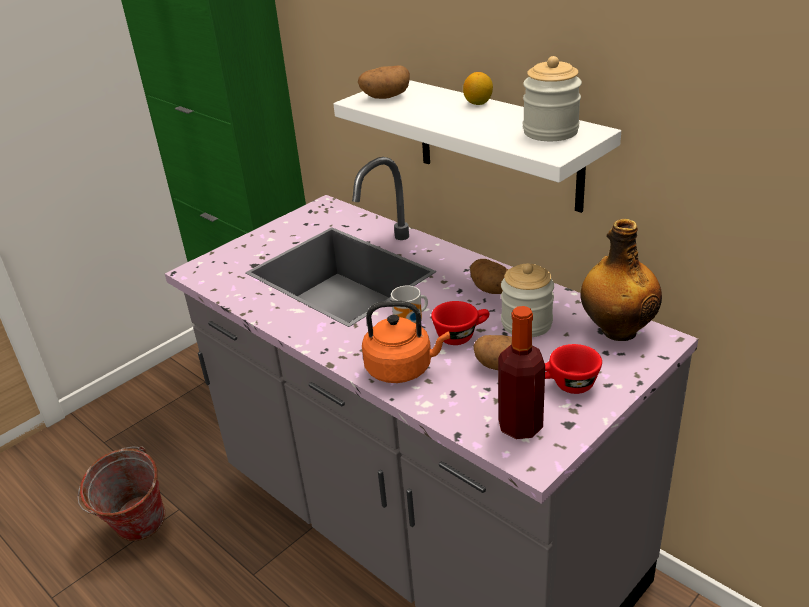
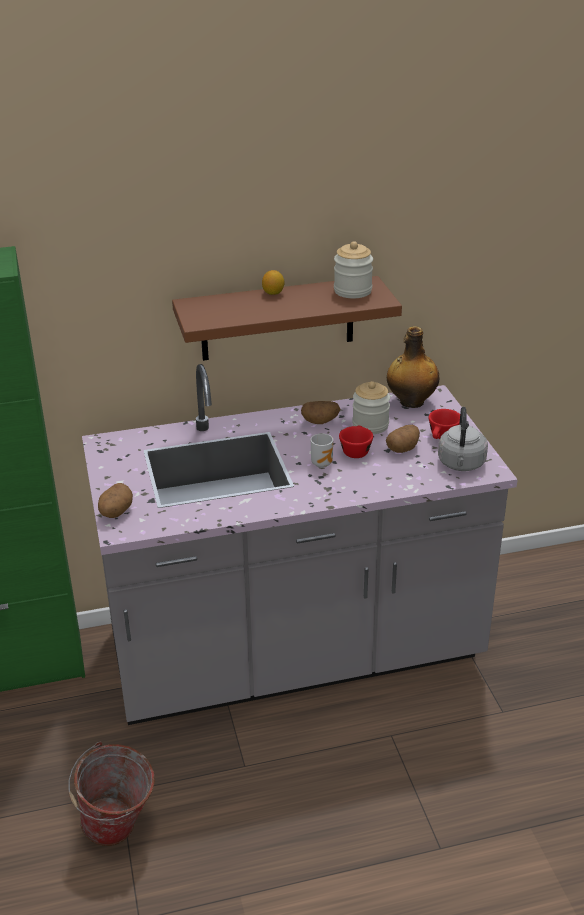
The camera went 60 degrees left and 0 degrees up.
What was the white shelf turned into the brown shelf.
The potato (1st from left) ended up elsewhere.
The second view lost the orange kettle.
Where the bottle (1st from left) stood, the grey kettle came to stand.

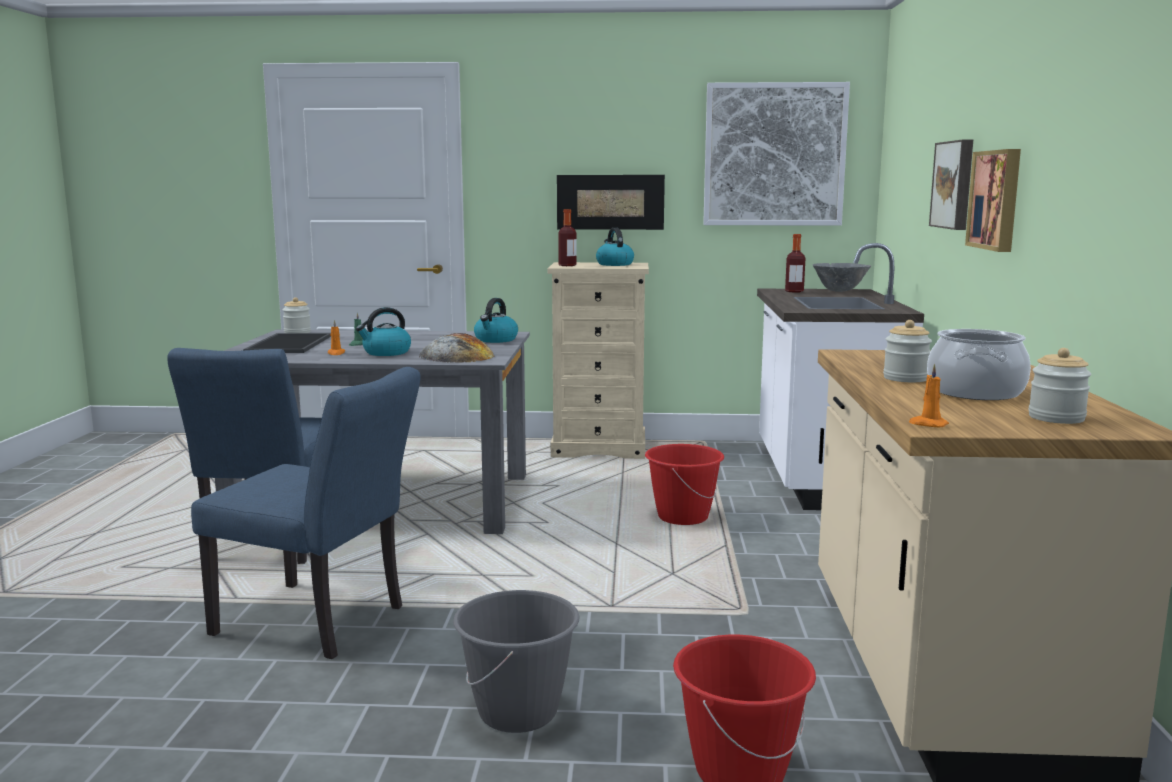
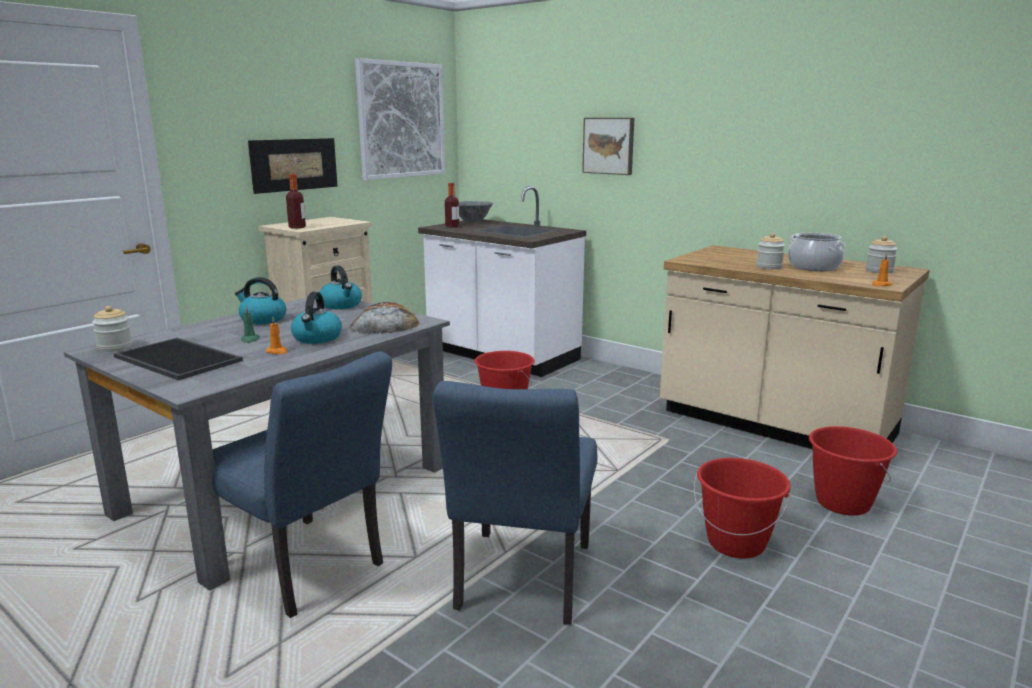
The camera went 55 degrees left and 5 degrees up.
The blue chair (2nd from left) ended up facing another way, 135 degrees clockwise from before.
What was the grey bucket turned into the red bucket (2nd from left).
The kettle (3rd from left in the first image) ended up elsewhere.
The second view lost the picture (4th from left).

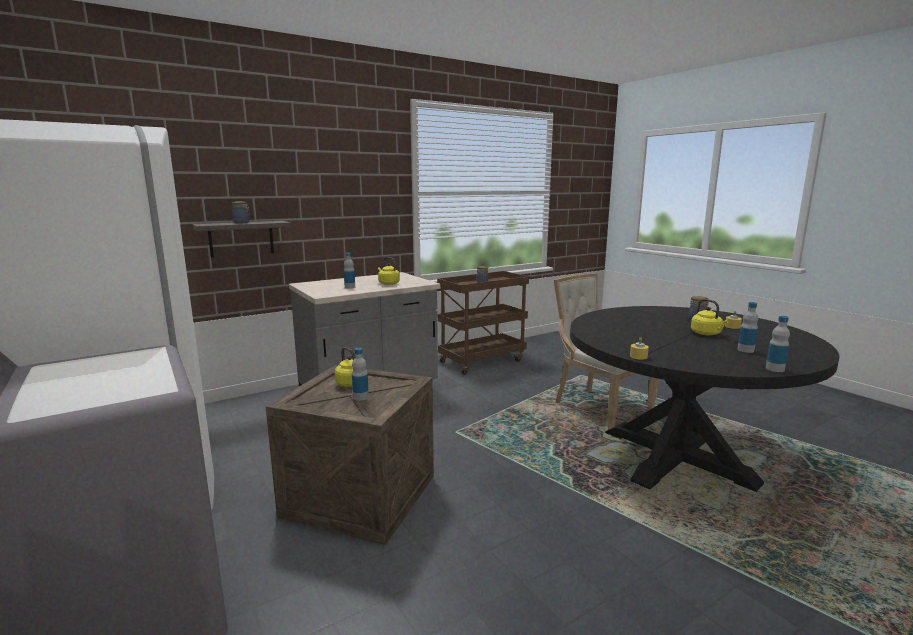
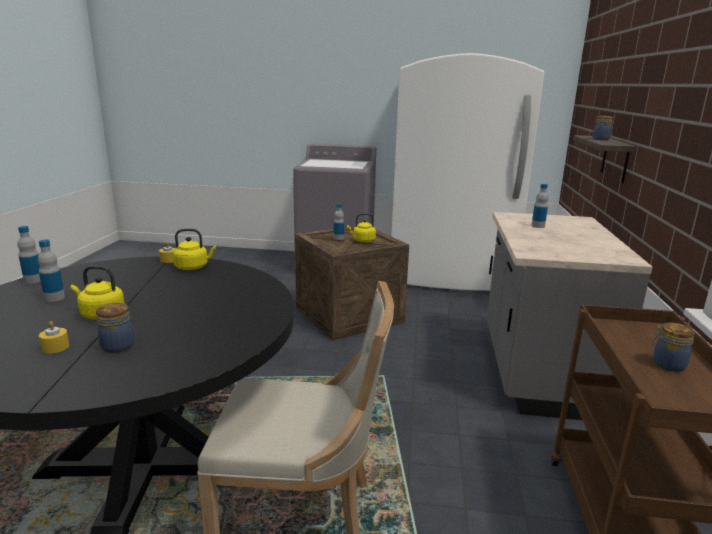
The camera went 130 degrees right and 5 degrees up.
The yellow kettle (2nd from left) ended up elsewhere.

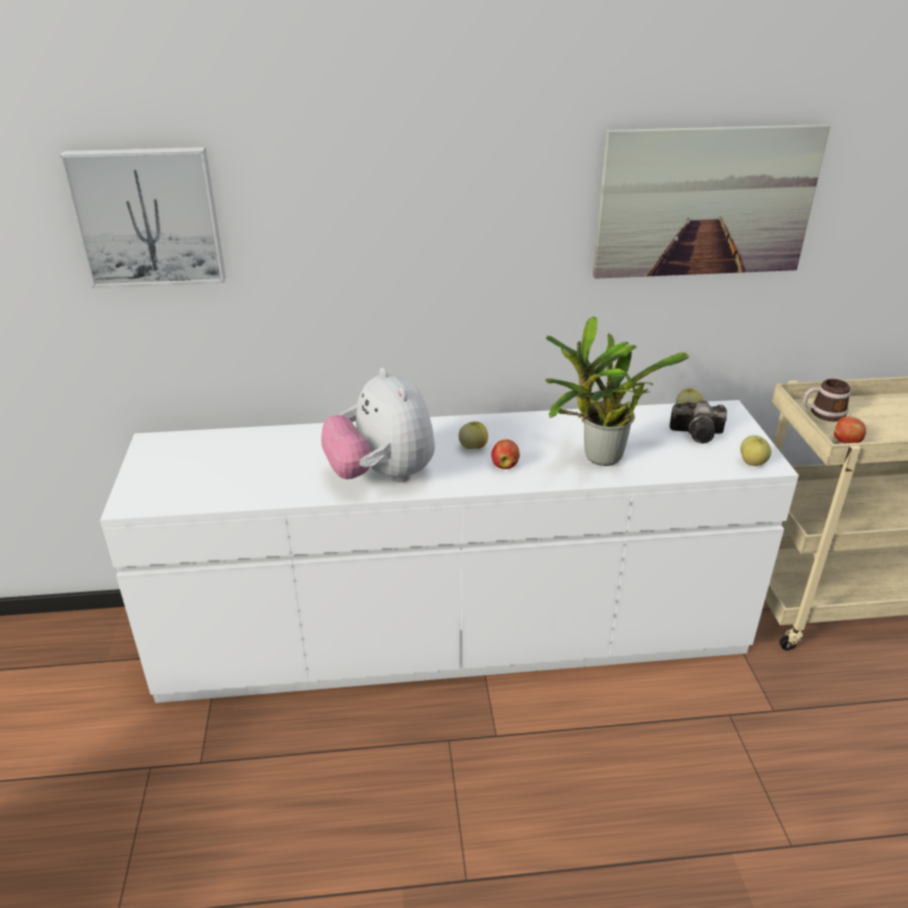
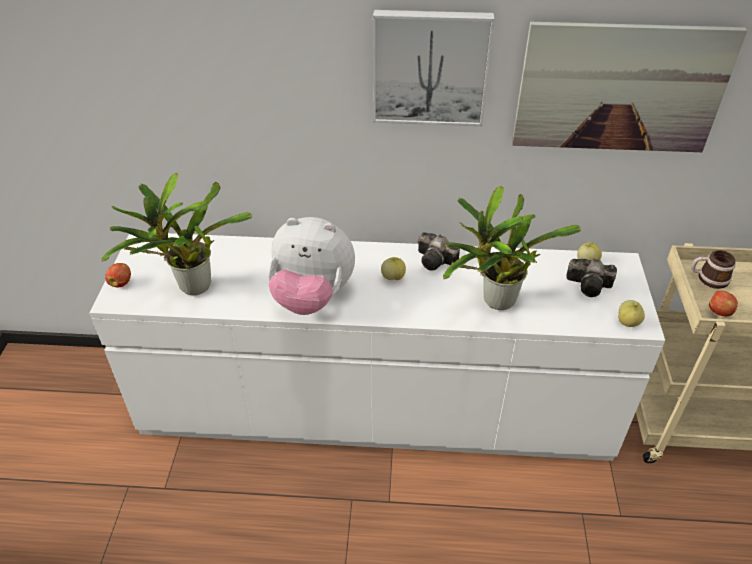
The camera went 10 degrees right and 10 degrees up.
The picture (1st from left) ended up elsewhere.
The plush toy ended up facing another way, 60 degrees counterclockwise from before.
The apple (2nd from left in the first image) ended up elsewhere.
The second view gained the potted plant (1st from left).
The second view gained the photo camera (1st from left).

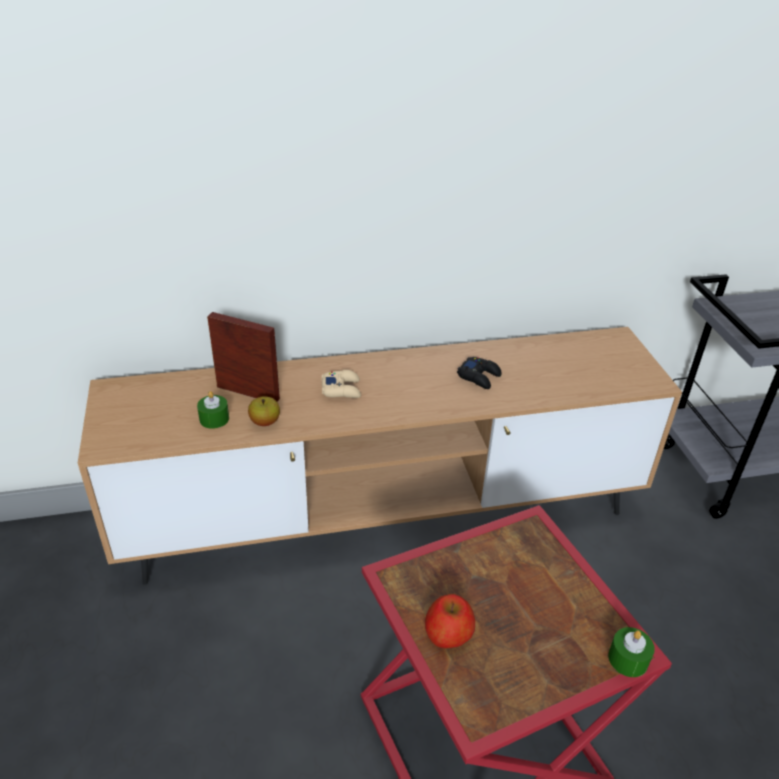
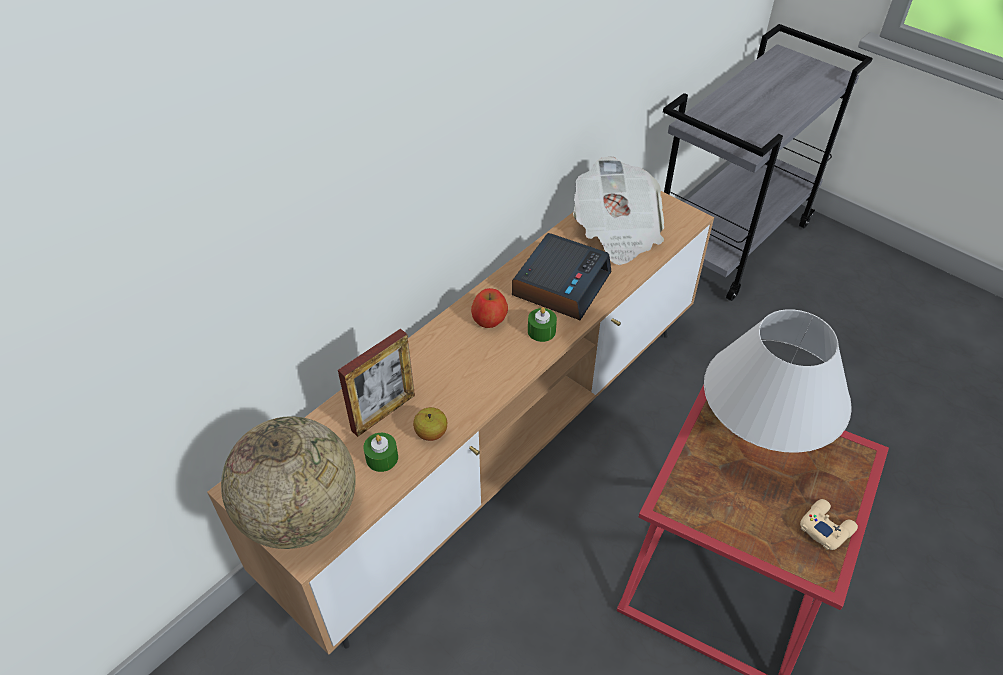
The camera went 35 degrees left and 10 degrees up.
The picture frame ended up facing another way, 150 degrees clockwise from before.
The beige game controller ended up elsewhere.
The apple (2nd from left) ended up elsewhere.
Where the black game controller stood, the alarm clock came to stand.
The green candle (2nd from left) ended up elsewhere.
The second view gained the globe.
The second view gained the newspaper.
The second view gained the white table lamp.

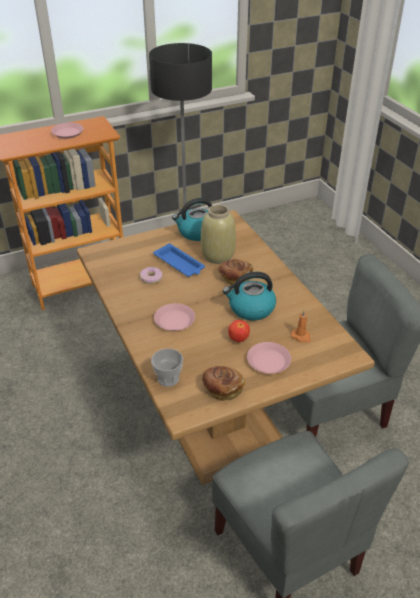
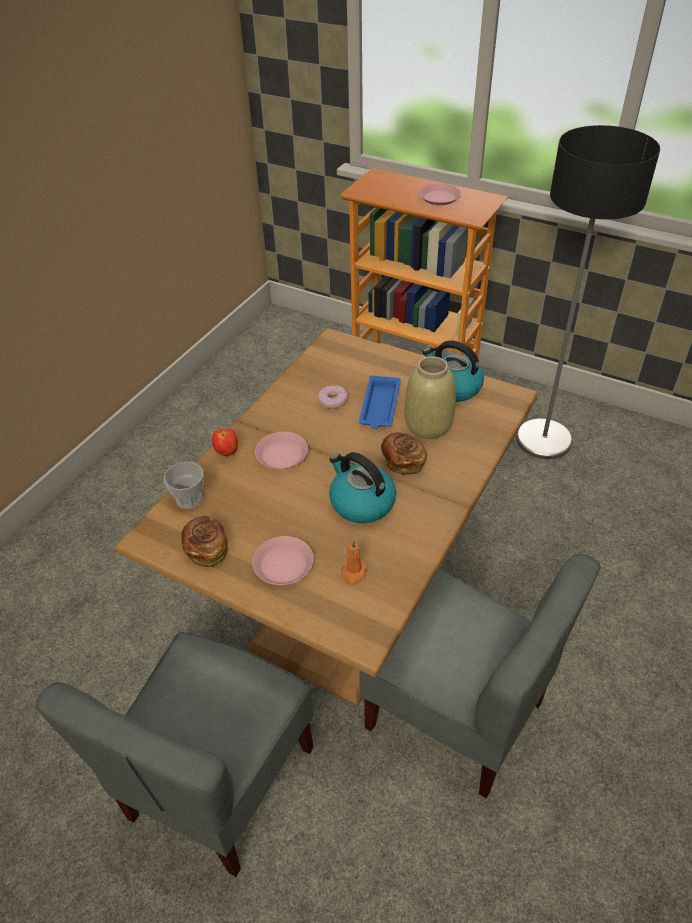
The camera went 55 degrees right and 5 degrees up.
The apple ended up elsewhere.

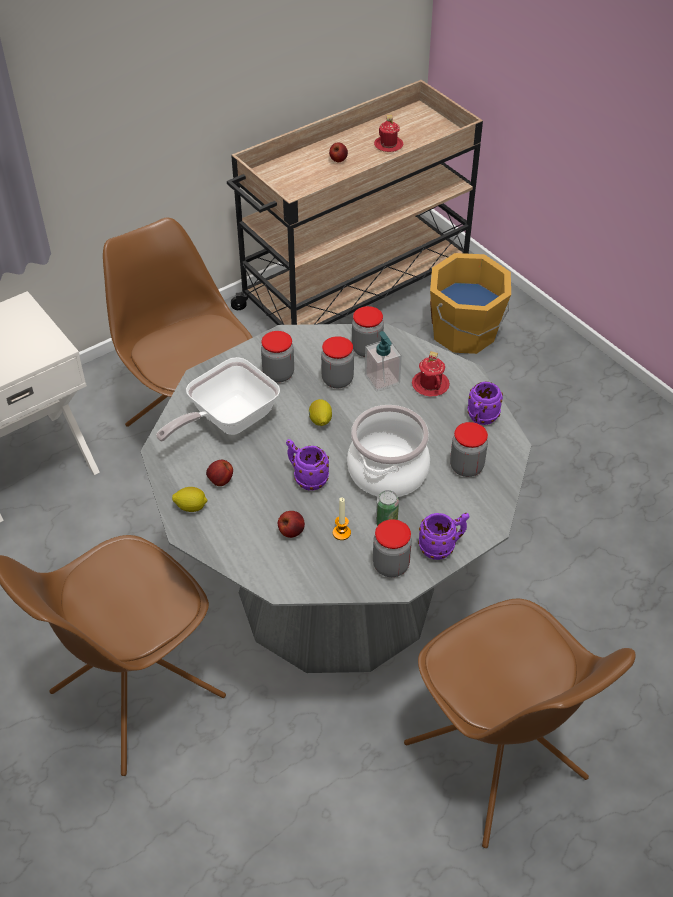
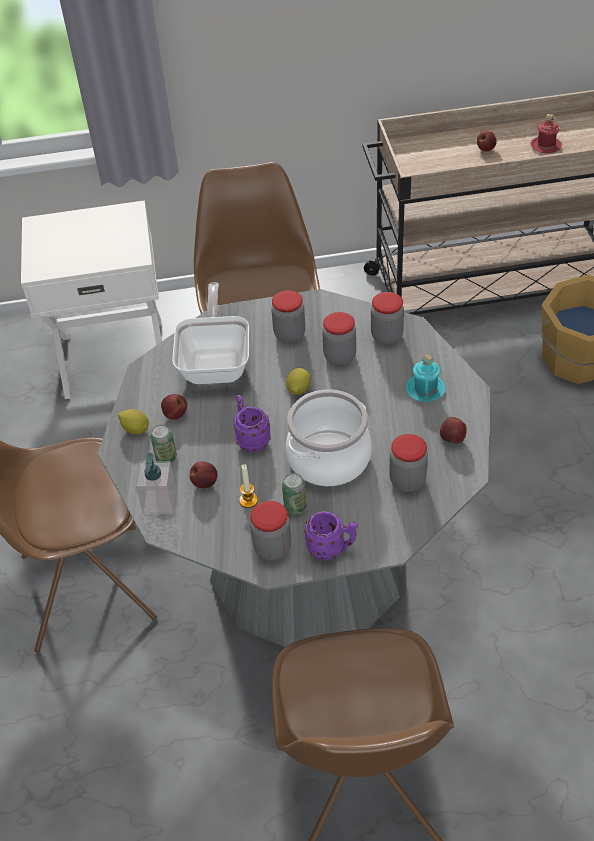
The camera went 30 degrees right and 0 degrees up.
The frying pan ended up facing another way, 105 degrees clockwise from before.
The soap dispenser ended up elsewhere.
What was the red mug (2nd from left) turned into the turquoise mug.
Where the purple mug (3rd from left) stood, the apple (3rd from left) came to stand.
The second view gained the can (1st from left).

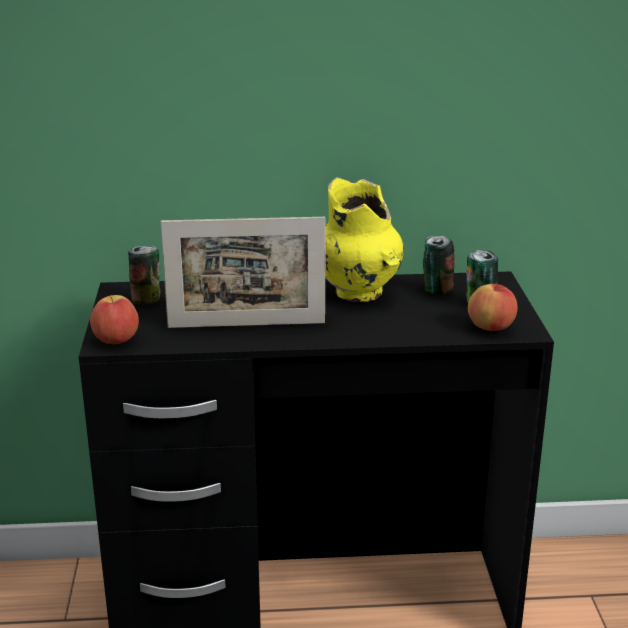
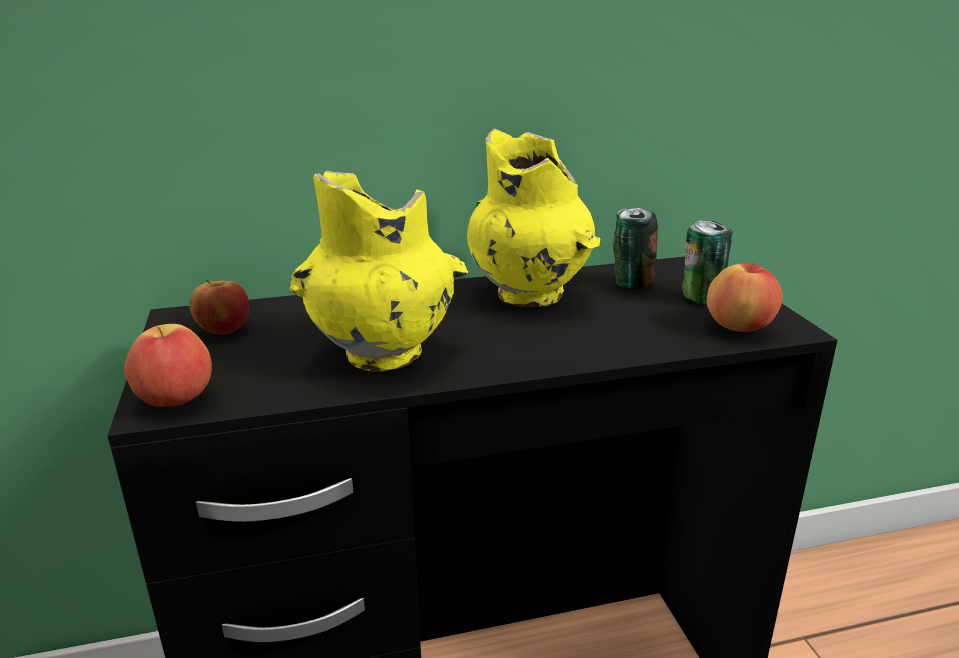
The camera went 10 degrees left and 0 degrees up.
Where the can (1st from left) stood, the apple (2nd from left) came to stand.
Where the picture frame stood, the yellow vase (1st from left) came to stand.

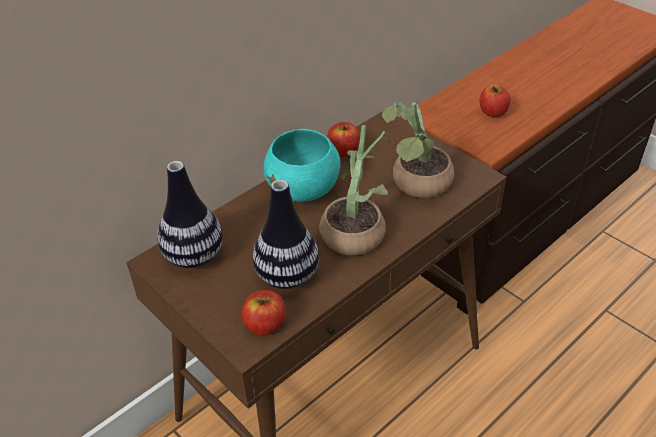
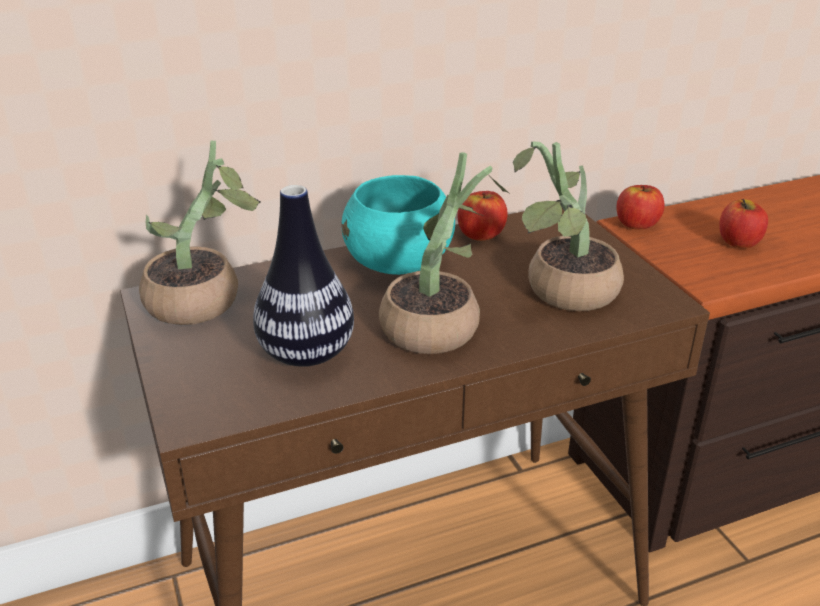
The camera went 20 degrees right and 10 degrees down.
Where the vase (1st from left) stood, the potted plant (1st from left) came to stand.
The apple (1st from left in the first image) ended up elsewhere.

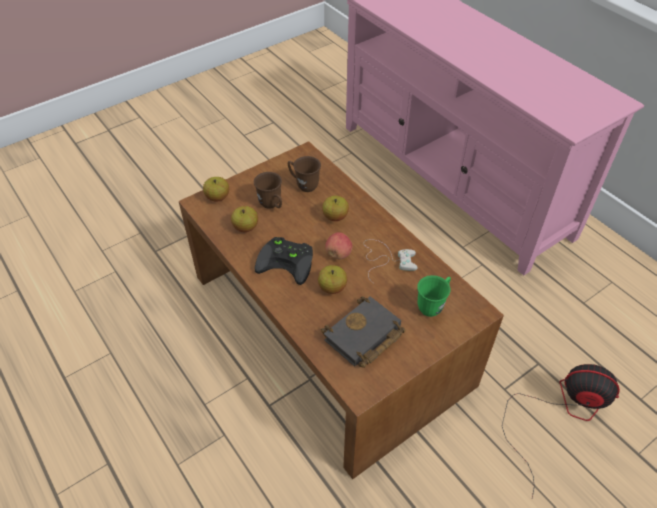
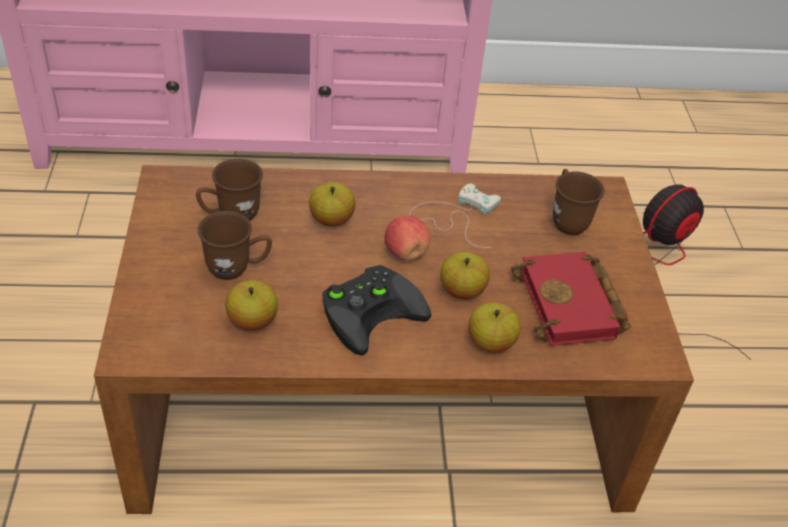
The camera went 60 degrees left and 5 degrees down.
The apple (1st from left in the first image) ended up elsewhere.
What was the black book turned into the red book.
What was the green mug turned into the brown mug (3rd from left).

